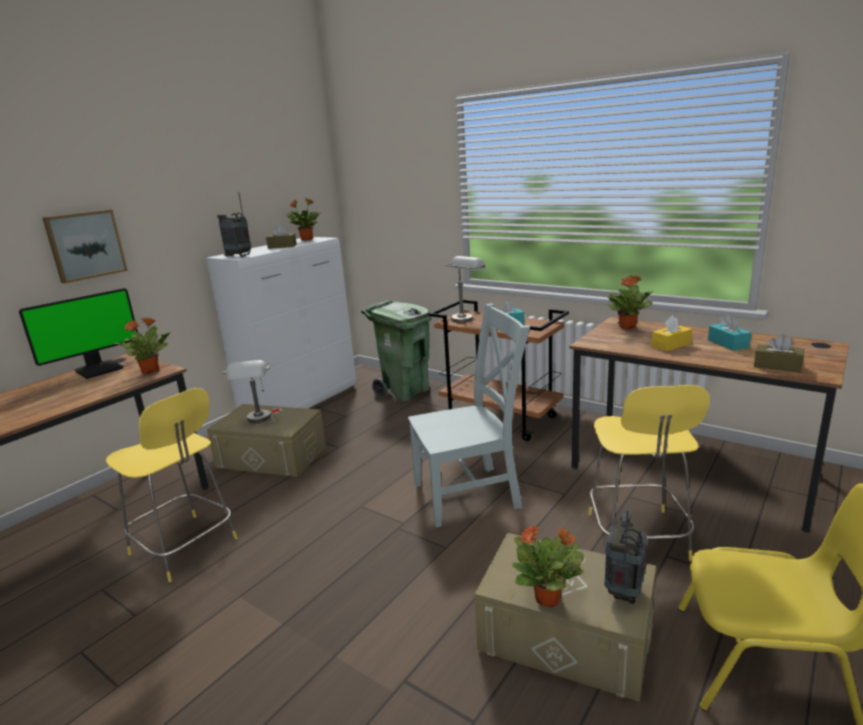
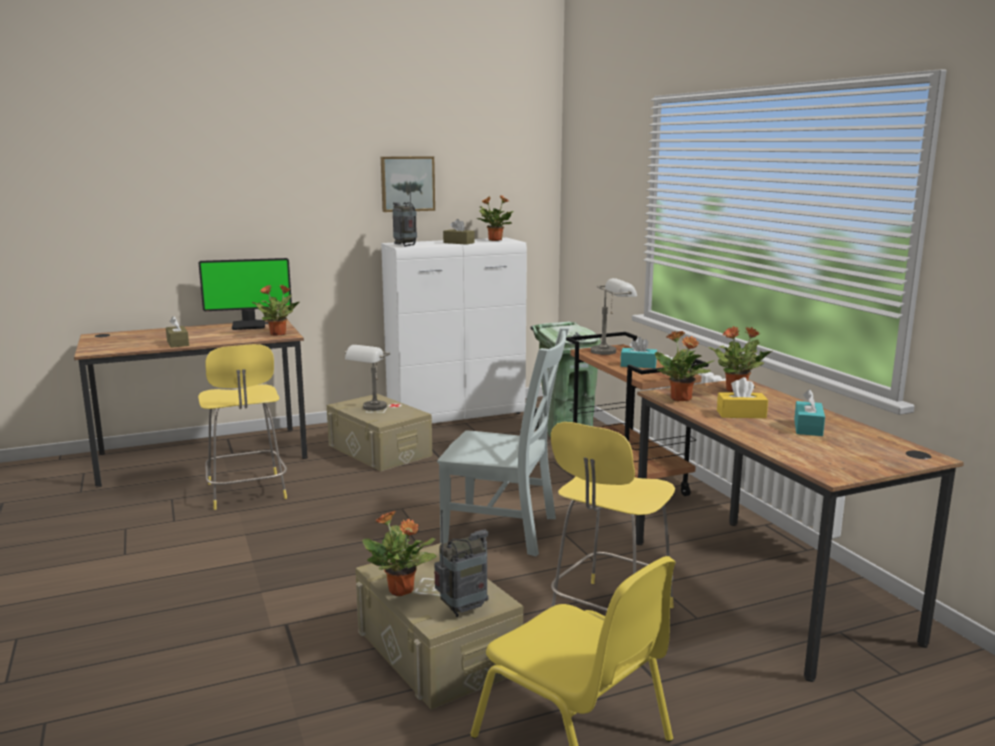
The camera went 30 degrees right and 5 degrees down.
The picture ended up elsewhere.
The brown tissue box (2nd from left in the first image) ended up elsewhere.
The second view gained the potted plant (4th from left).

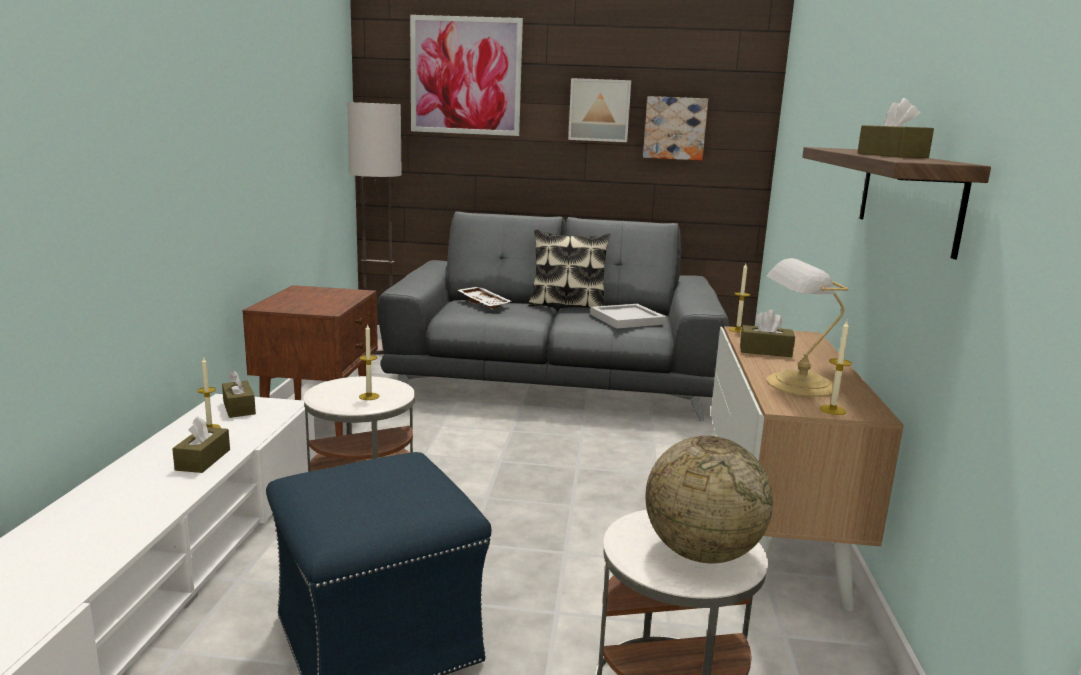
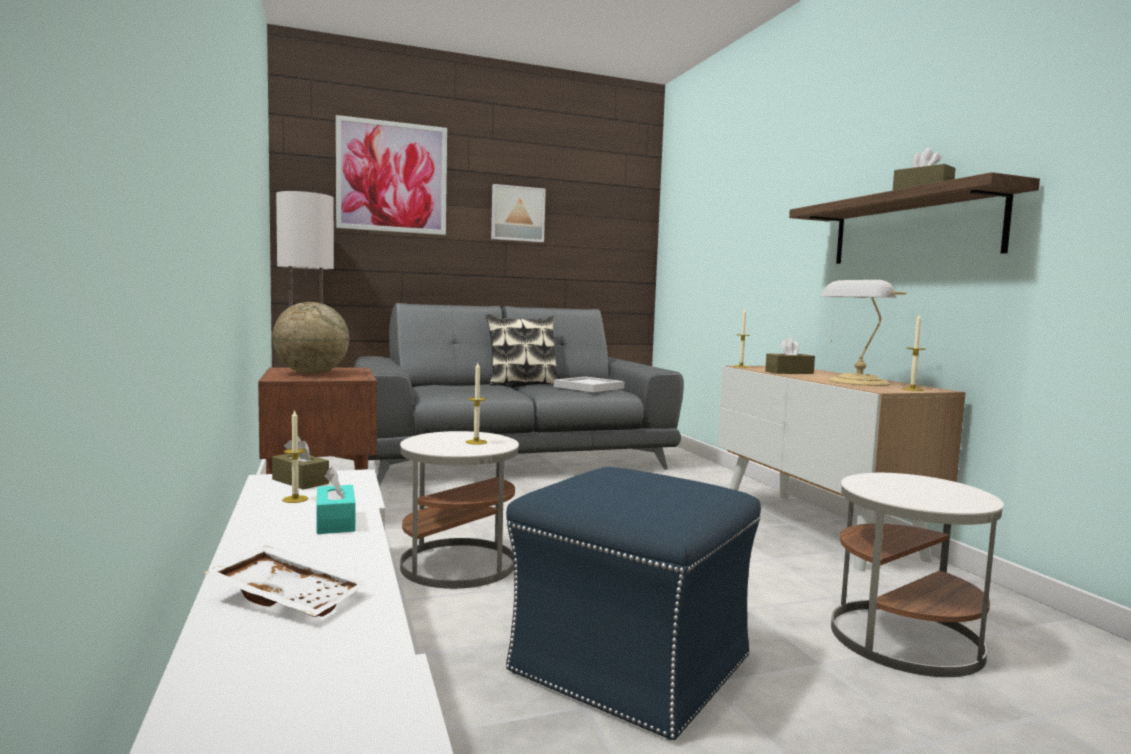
The camera went 25 degrees left and 10 degrees down.
What was the brown tissue box (1st from left) turned into the turquoise tissue box.
The white tray (1st from left) ended up elsewhere.
The second view lost the picture (3rd from left).
The globe ended up elsewhere.

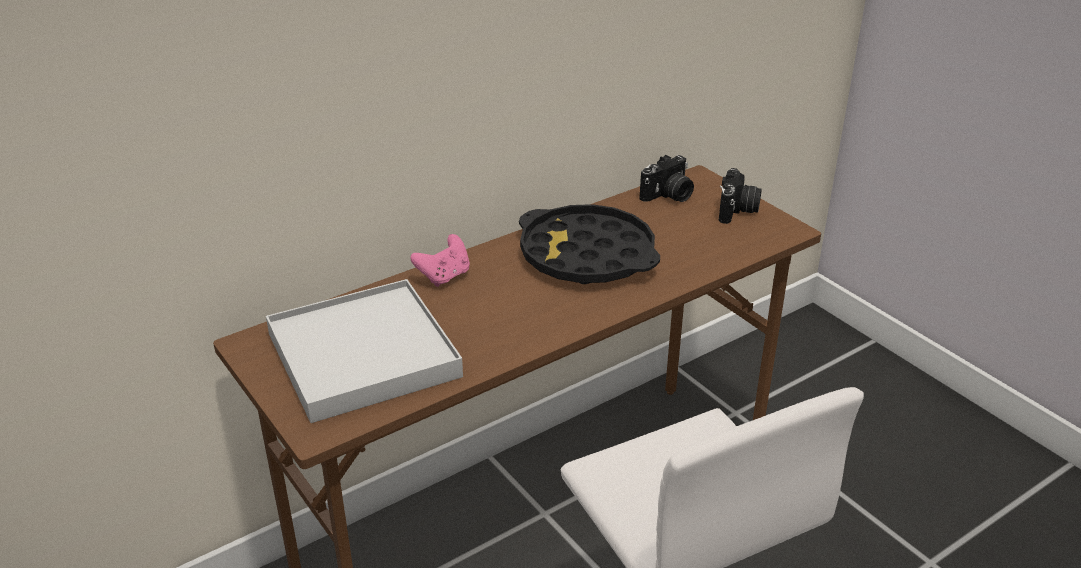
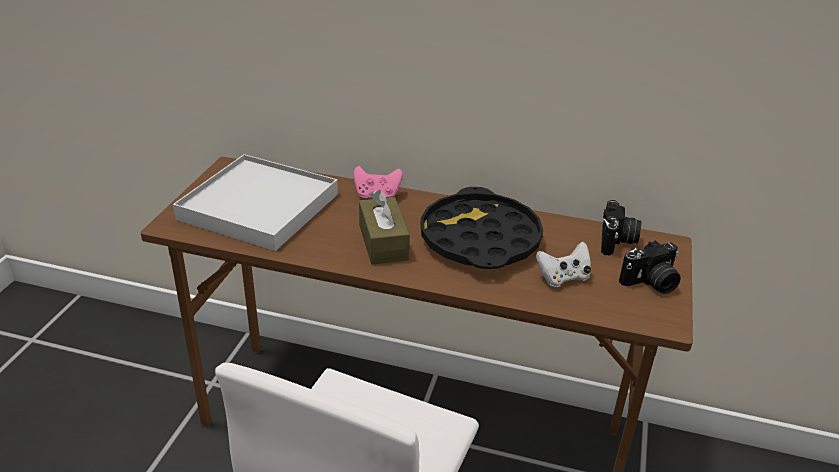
The camera went 50 degrees right and 0 degrees up.
The photo camera (1st from left) ended up facing another way, 90 degrees counterclockwise from before.
The second view gained the brown tissue box.
The second view gained the white game controller.

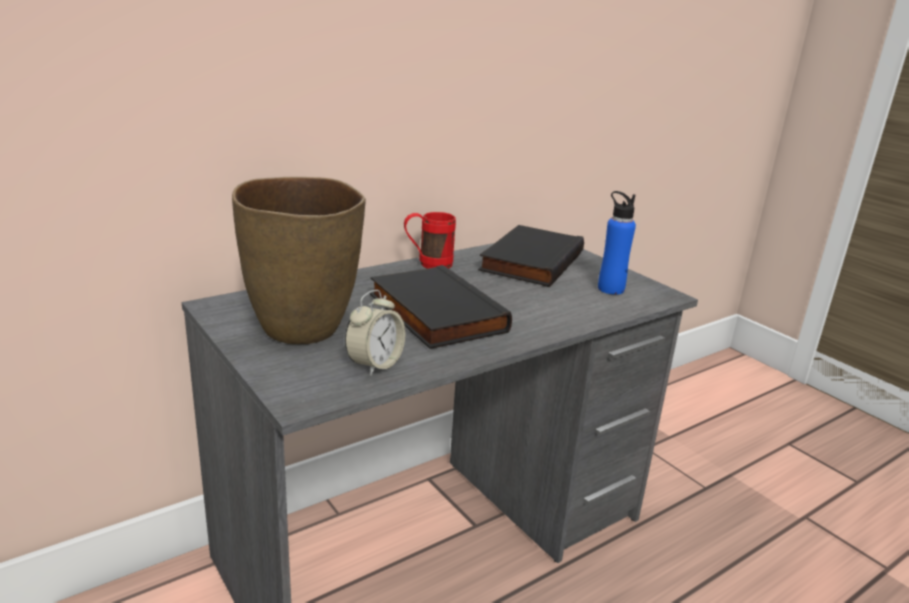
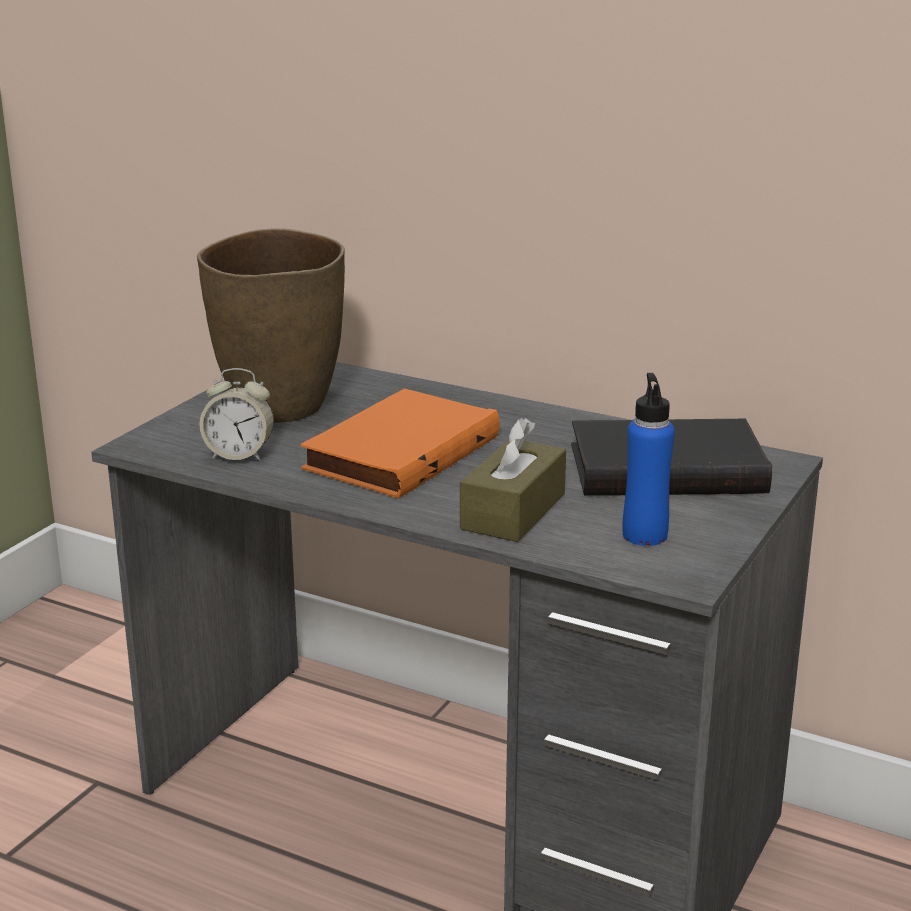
The camera went 65 degrees right and 0 degrees up.
What was the black book (1st from left) turned into the orange book.
The second view lost the red mug.
The second view gained the brown tissue box.

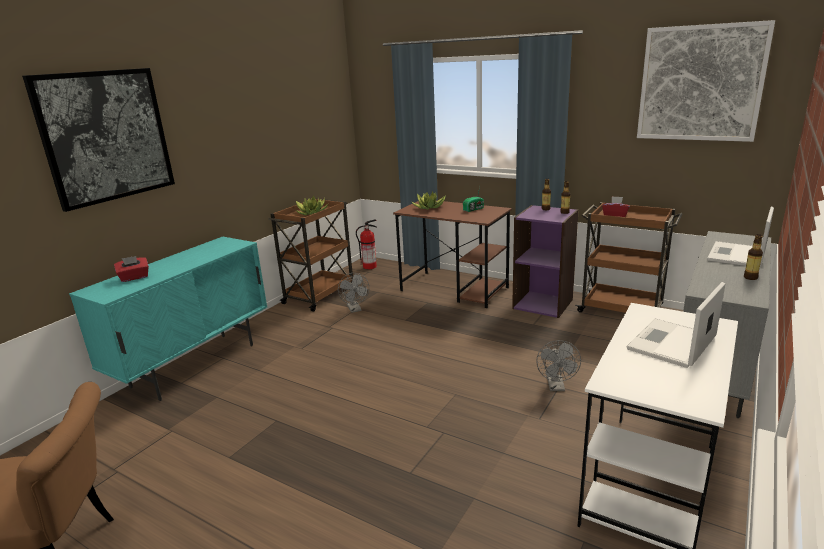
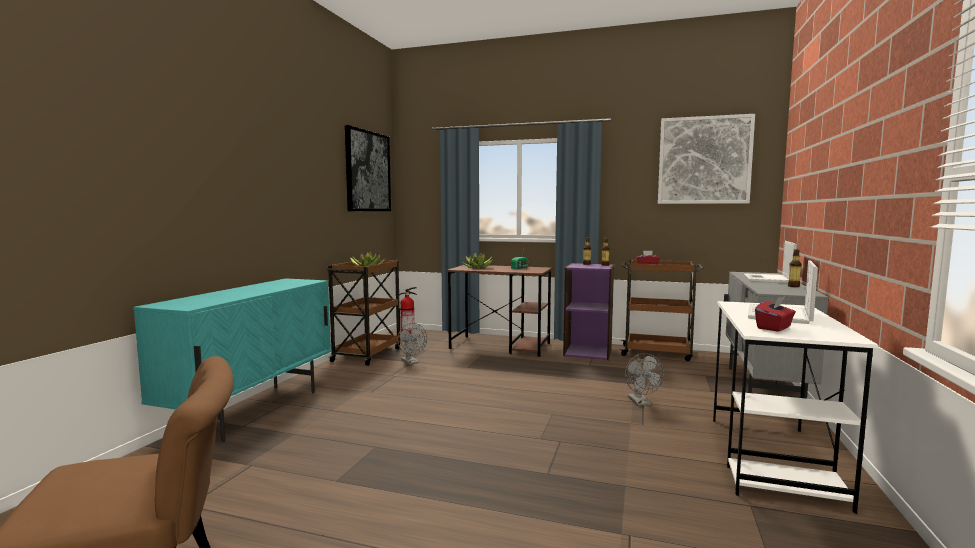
The camera went 15 degrees left and 15 degrees down.
The picture (1st from left) ended up elsewhere.
The red tissue box (1st from left in the first image) ended up elsewhere.

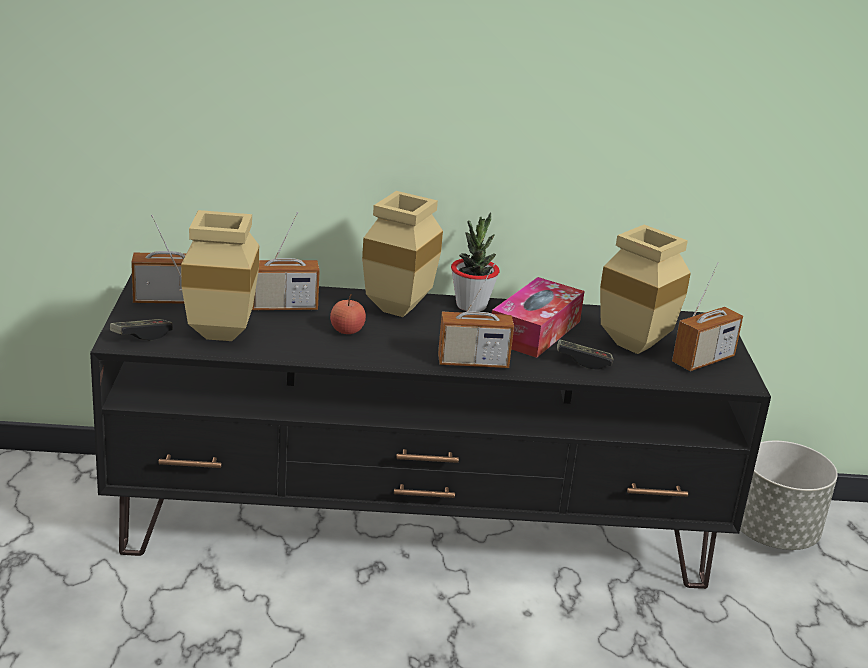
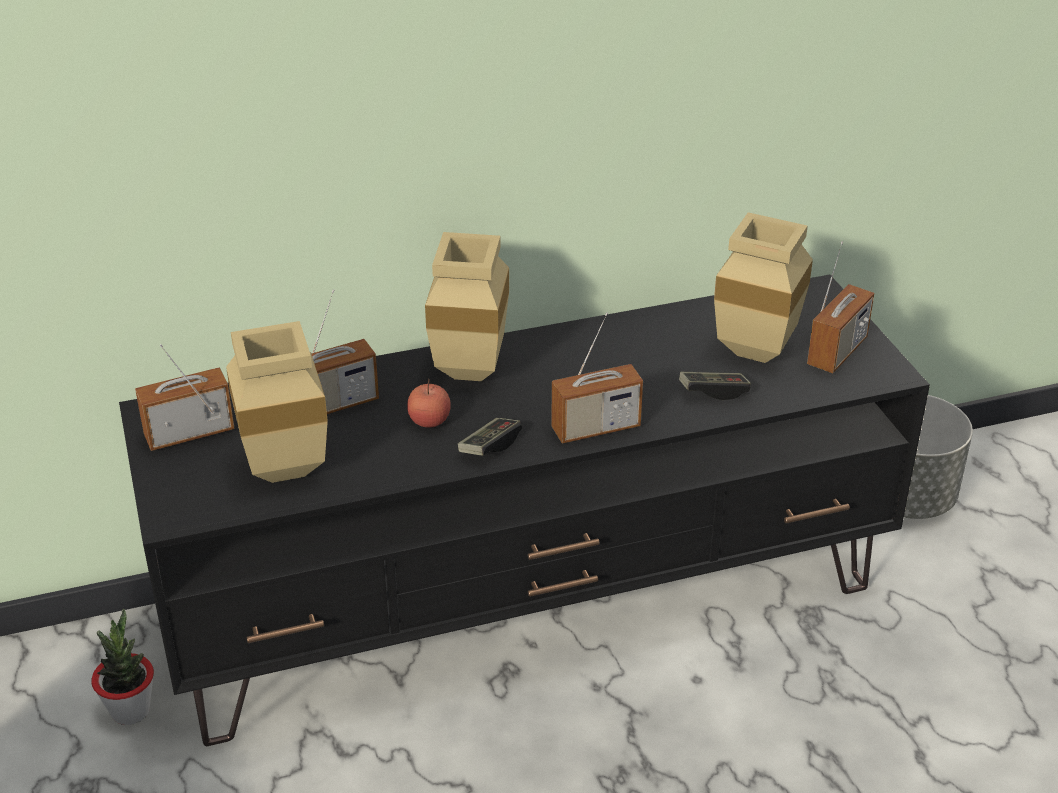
The camera went 15 degrees left and 10 degrees up.
The game controller (1st from left) ended up elsewhere.
The potted plant ended up elsewhere.
The second view lost the tissue box.

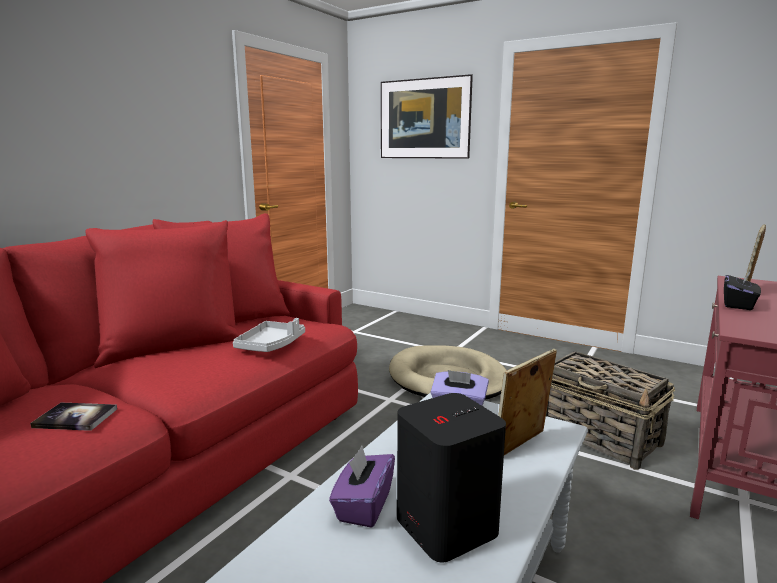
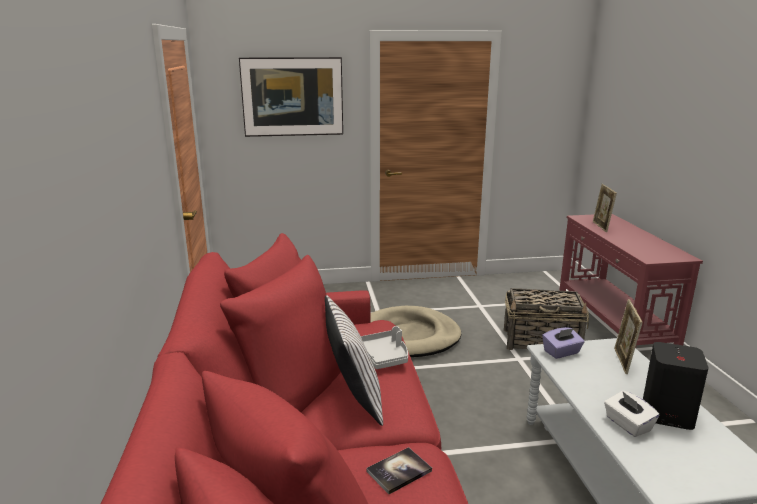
The camera went 40 degrees left and 5 degrees up.
What was the purple tissue box (1st from left) turned into the white tissue box.
The second view lost the black tissue box.
The second view gained the white pillow.

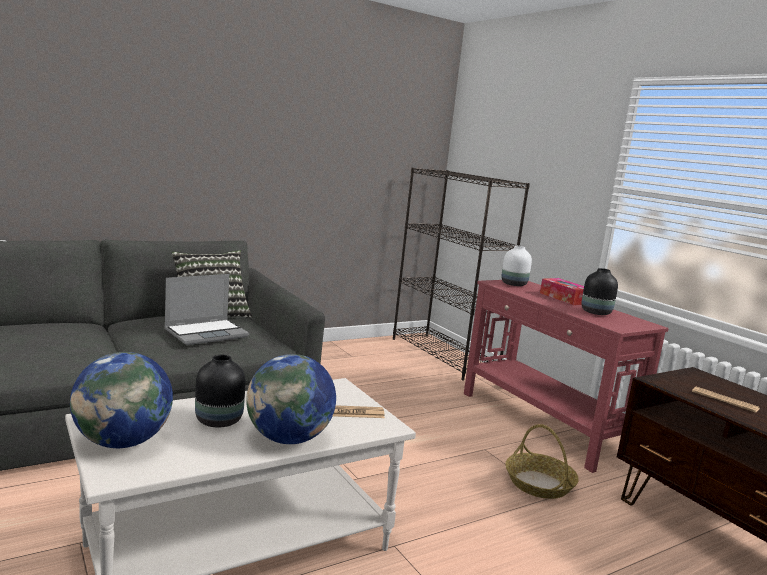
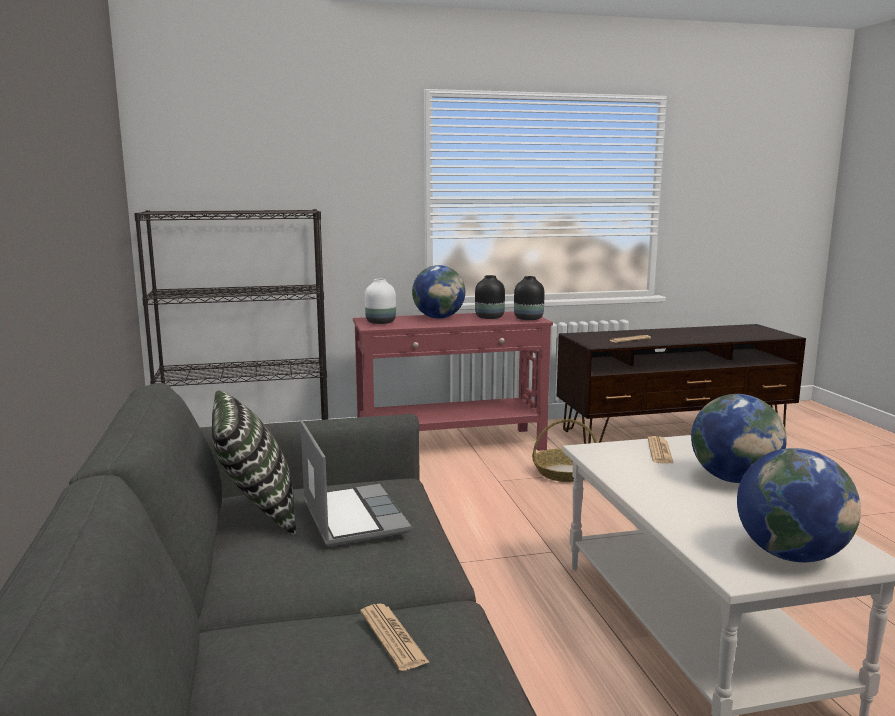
The camera went 70 degrees left and 0 degrees up.
The black vase (1st from left in the first image) ended up elsewhere.
Where the tissue box stood, the globe (1st from left) came to stand.
The second view gained the newspaper (1st from left).

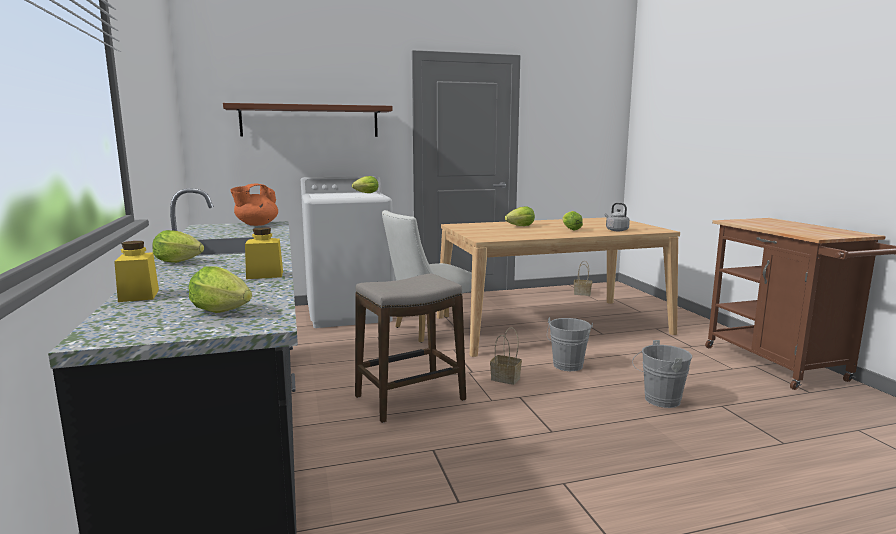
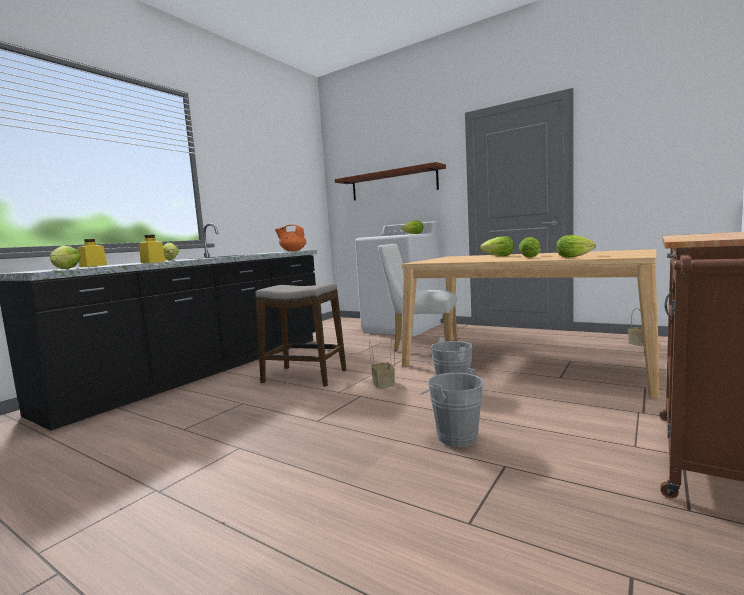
The camera went 50 degrees right and 5 degrees down.
Where the grey kettle stood, the lettuce (6th from left) came to stand.

